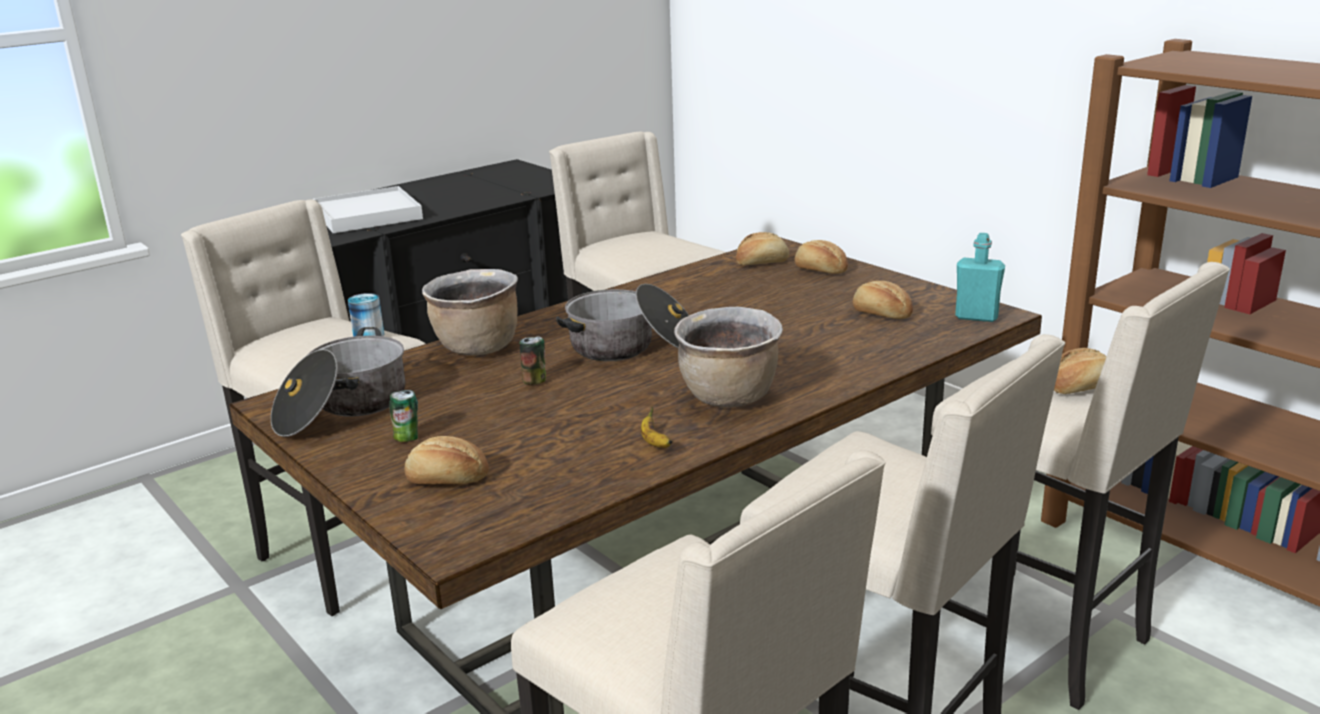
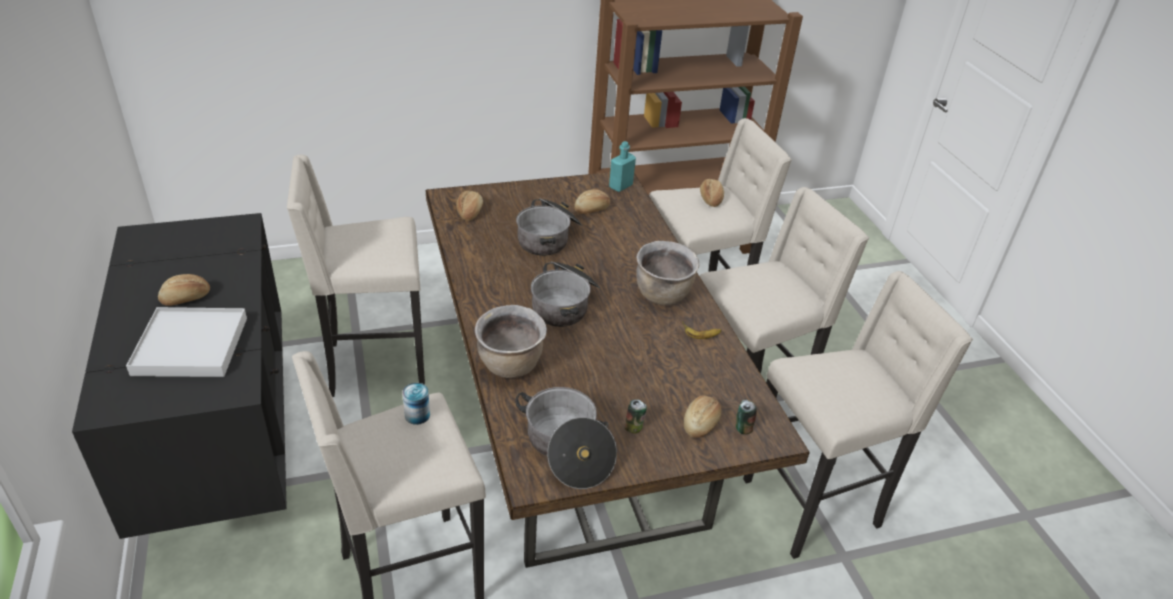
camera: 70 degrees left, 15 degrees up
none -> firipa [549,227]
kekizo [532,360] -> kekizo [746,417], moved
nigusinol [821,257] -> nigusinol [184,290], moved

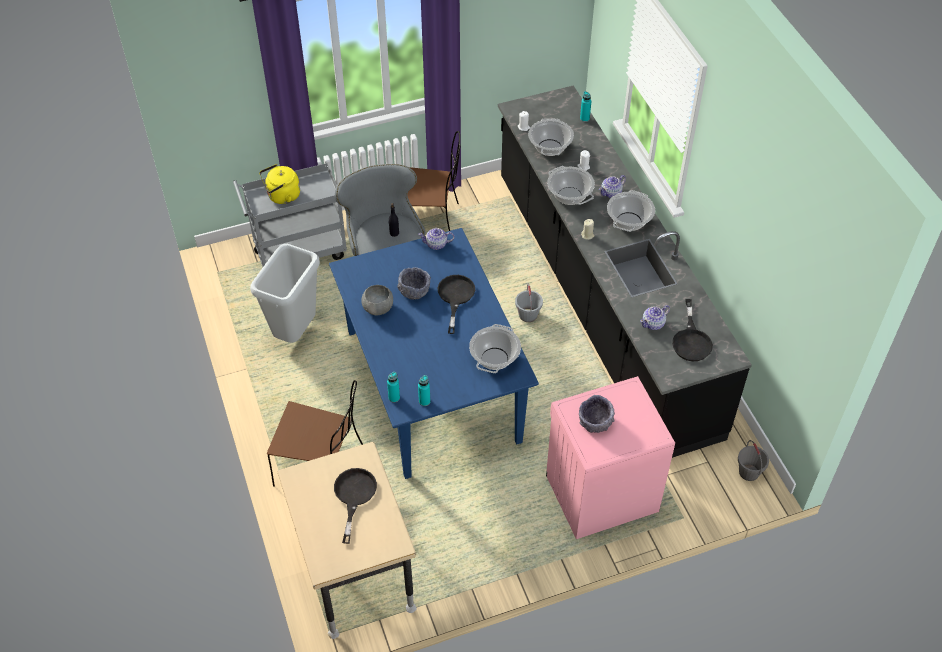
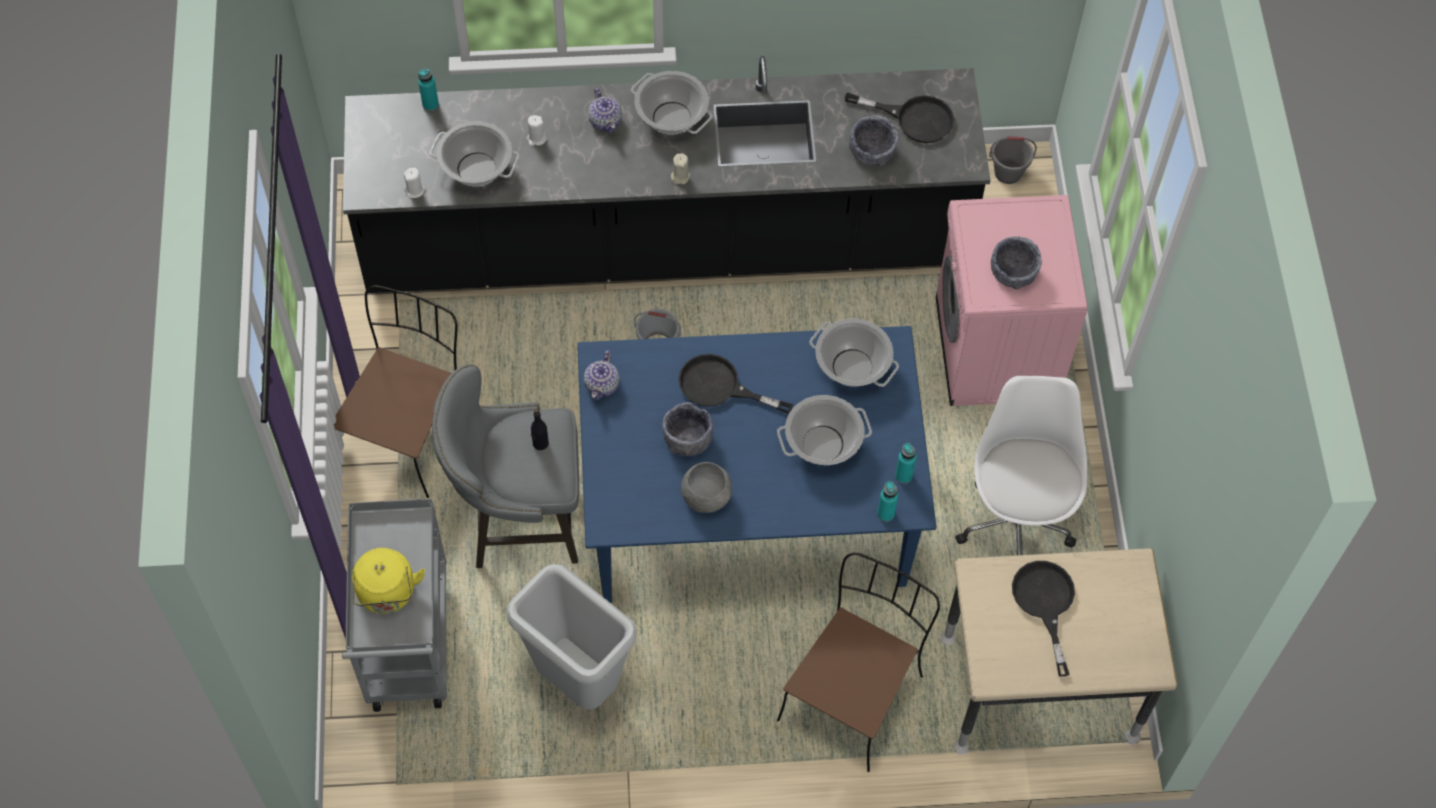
camera: 75 degrees left, 10 degrees up
none -> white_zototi [1021,465]
firipa [571,185] -> firipa [824,430], moved
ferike [655,317] -> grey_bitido [873,140]
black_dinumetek [355,506] -> black_dinumetek [1043,619], 60 degrees clockwise

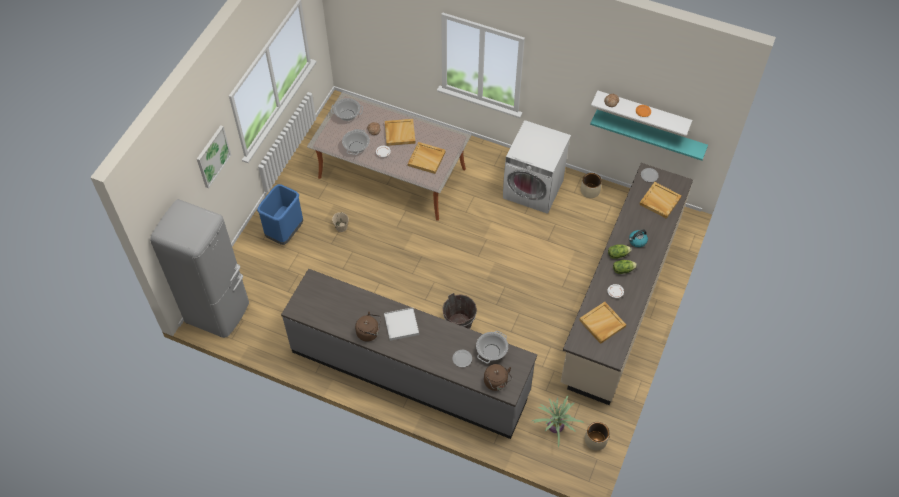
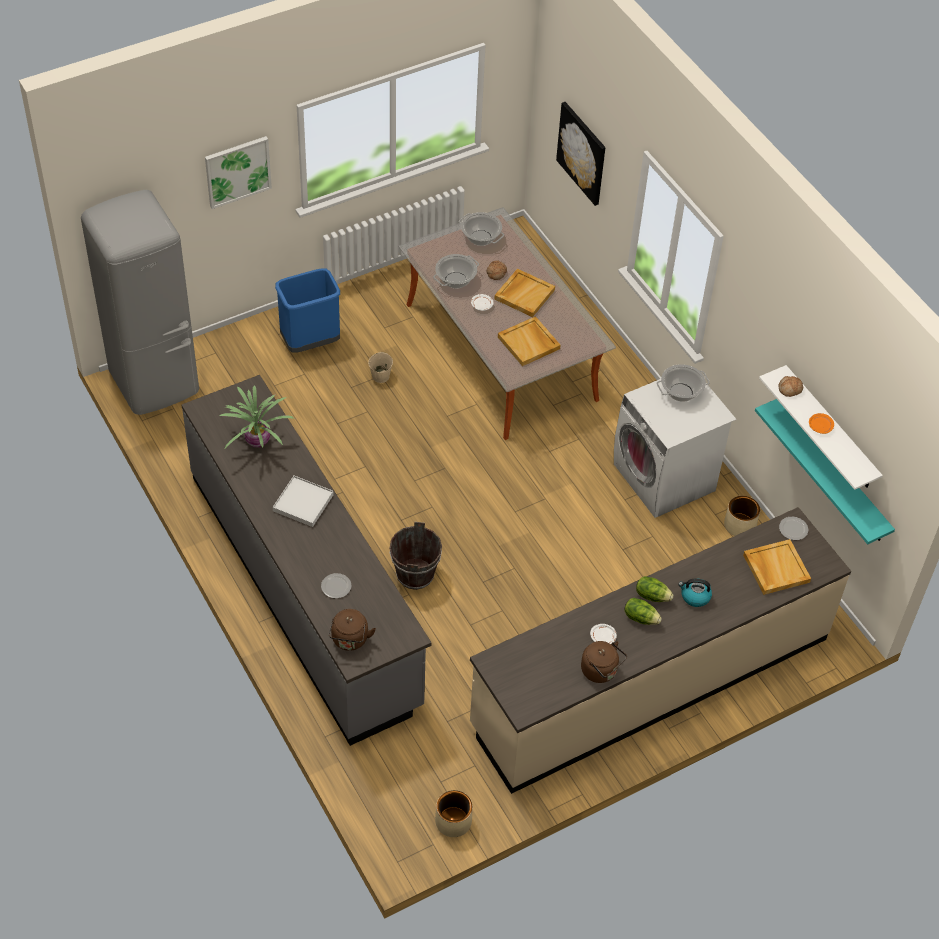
camera: 35 degrees right, 5 degrees down
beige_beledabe [602,323] -> none
none -> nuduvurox [580,154]
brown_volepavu [368,326] -> brown_volepavu [604,662], moved
firipa [492,347] -> firipa [683,383], moved
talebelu [558,421] -> talebelu [257,417], moved

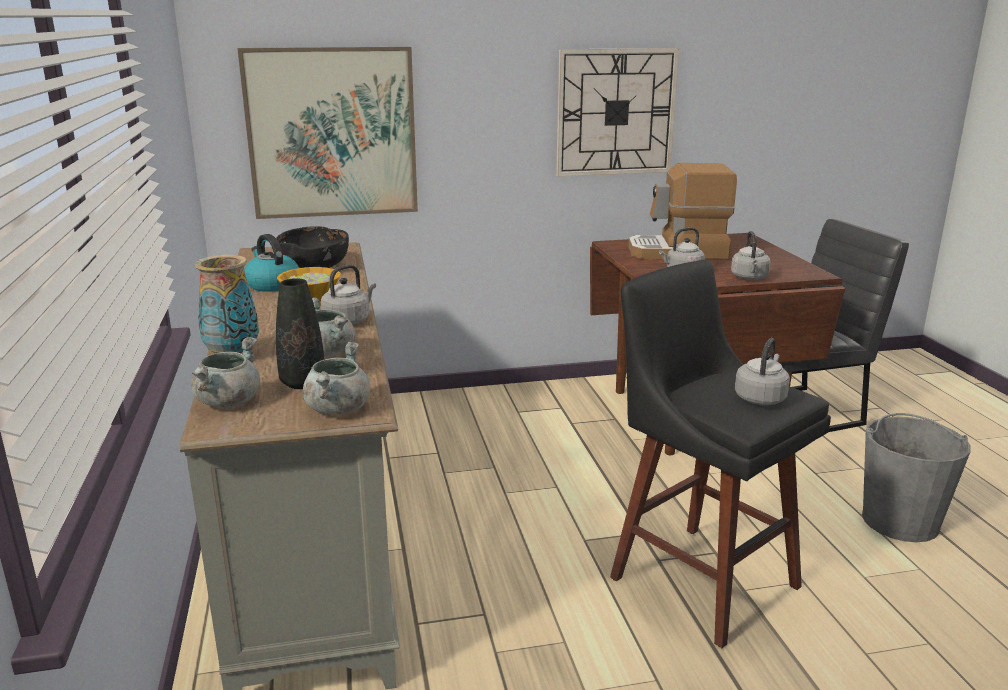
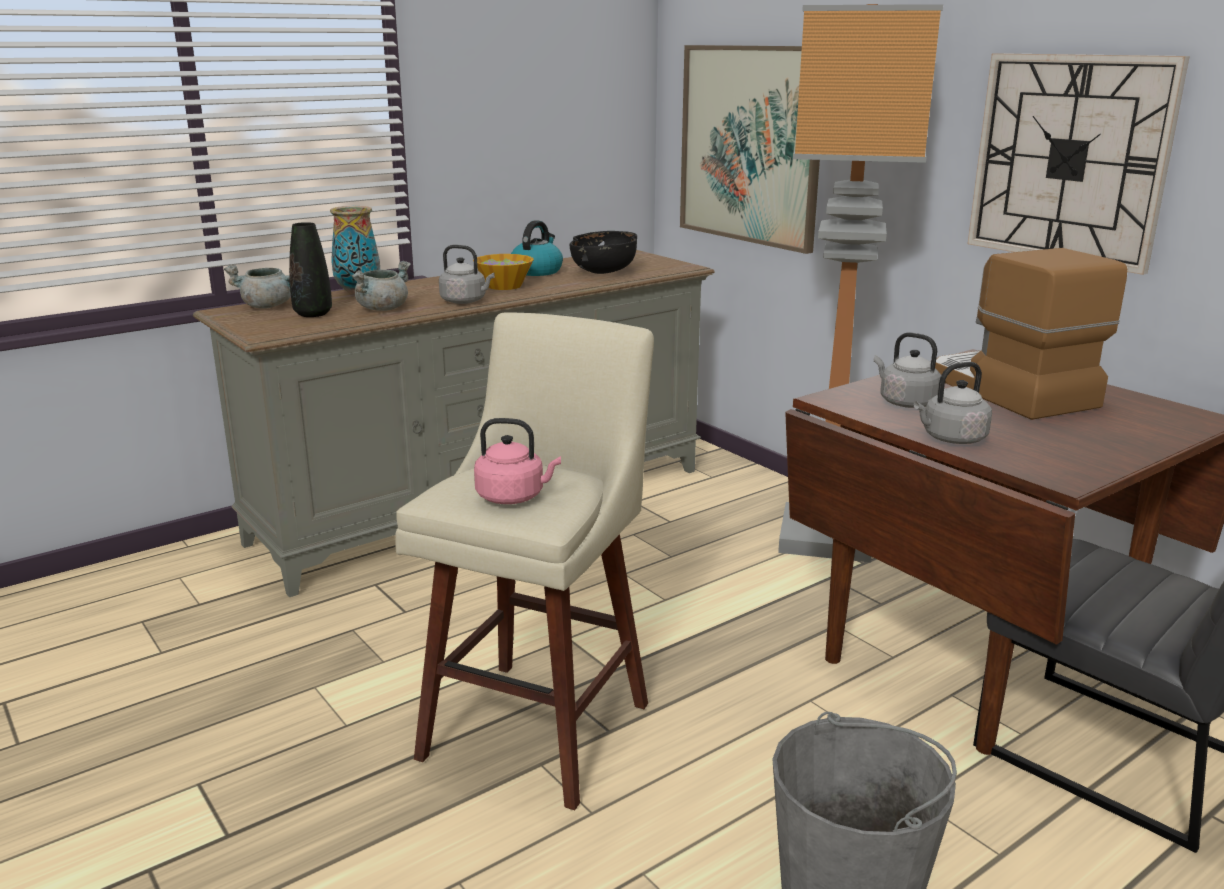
camera: 65 degrees right, 0 degrees up
grey_firipa [337,378] -> none
none -> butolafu [860,283]
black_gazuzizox [720,454] -> beige_gazuzizox [524,561]
grey_volepavu [762,371] -> pink_volepavu [517,461]

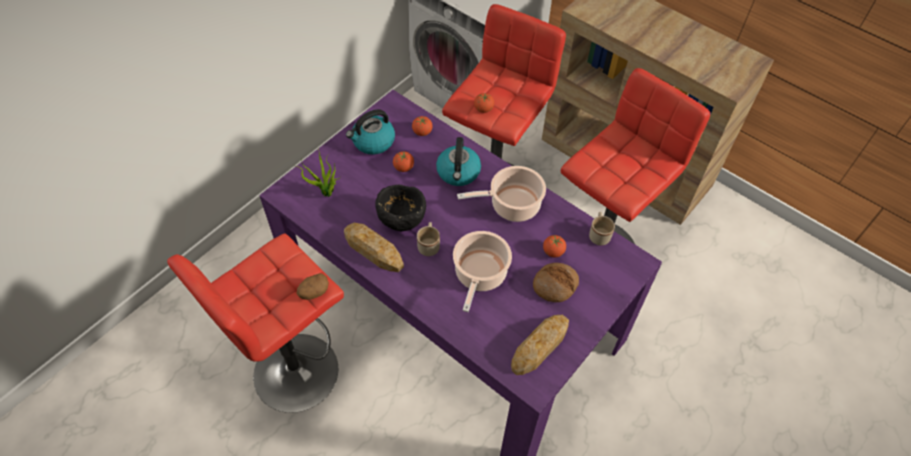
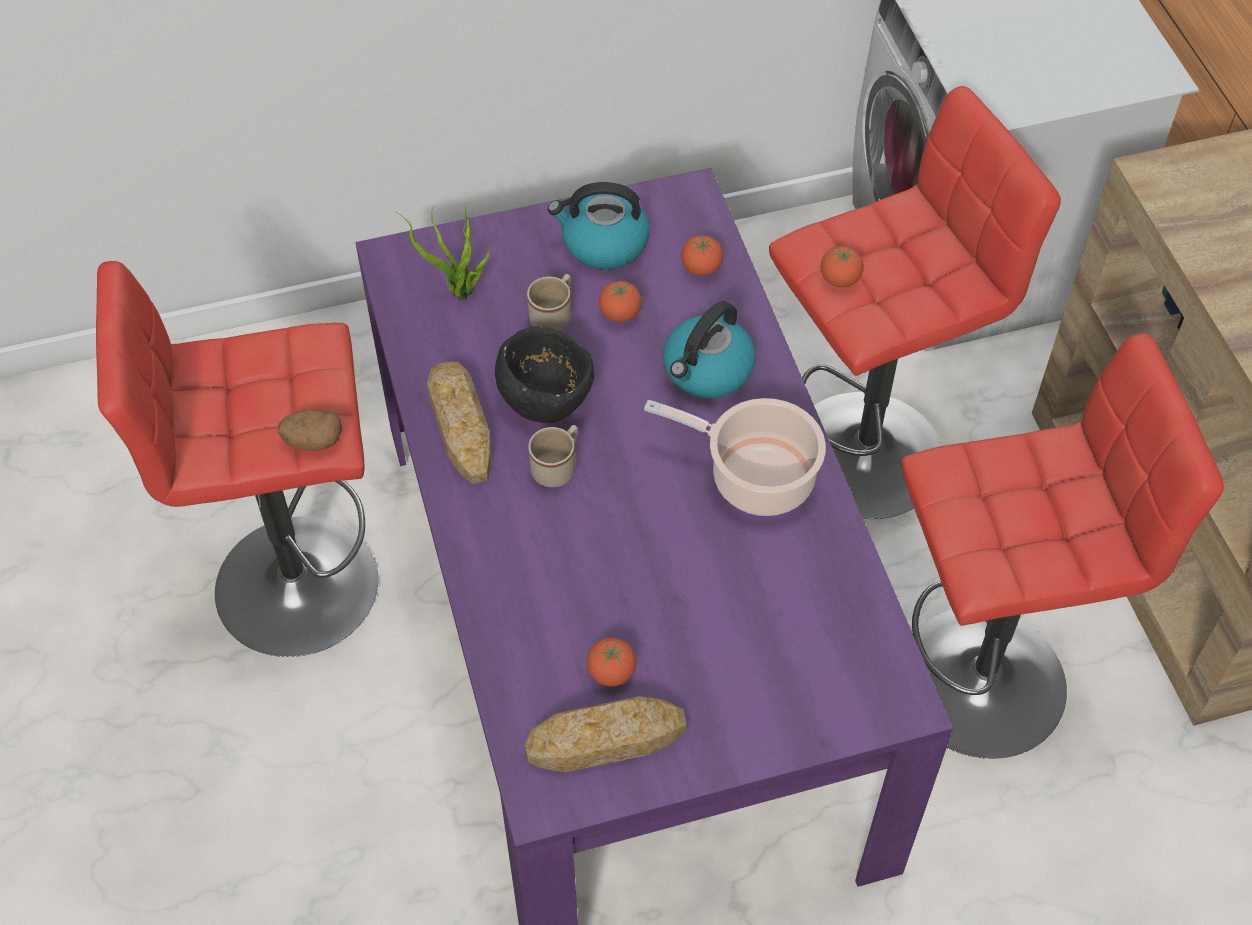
camera: 35 degrees right, 0 degrees up
firipa [482,271] -> none
nigusinol [556,282] -> none
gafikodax [554,246] -> gafikodax [611,662], moved
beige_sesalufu [602,228] -> beige_sesalufu [549,302], moved

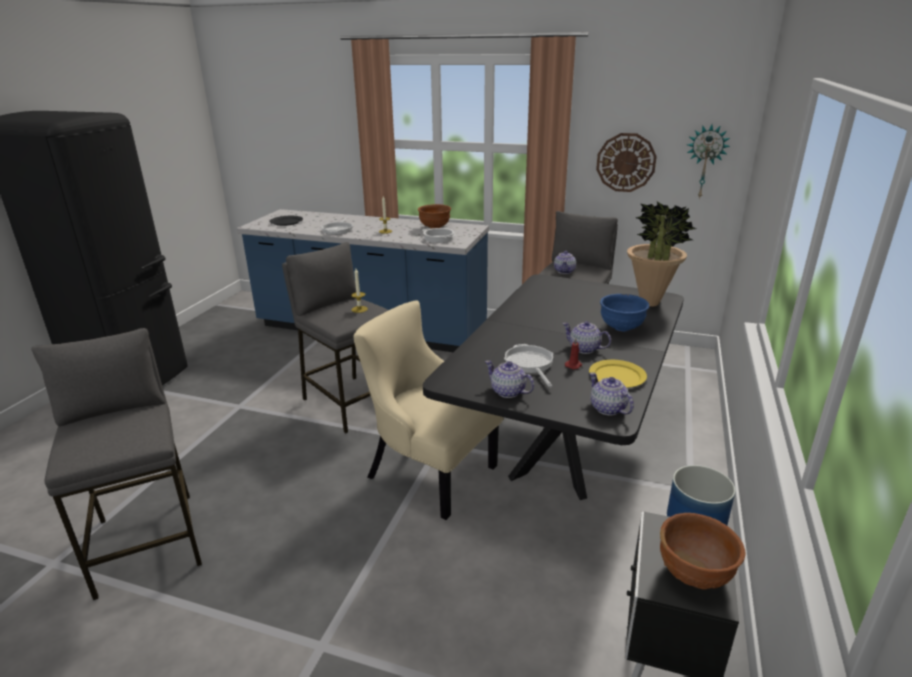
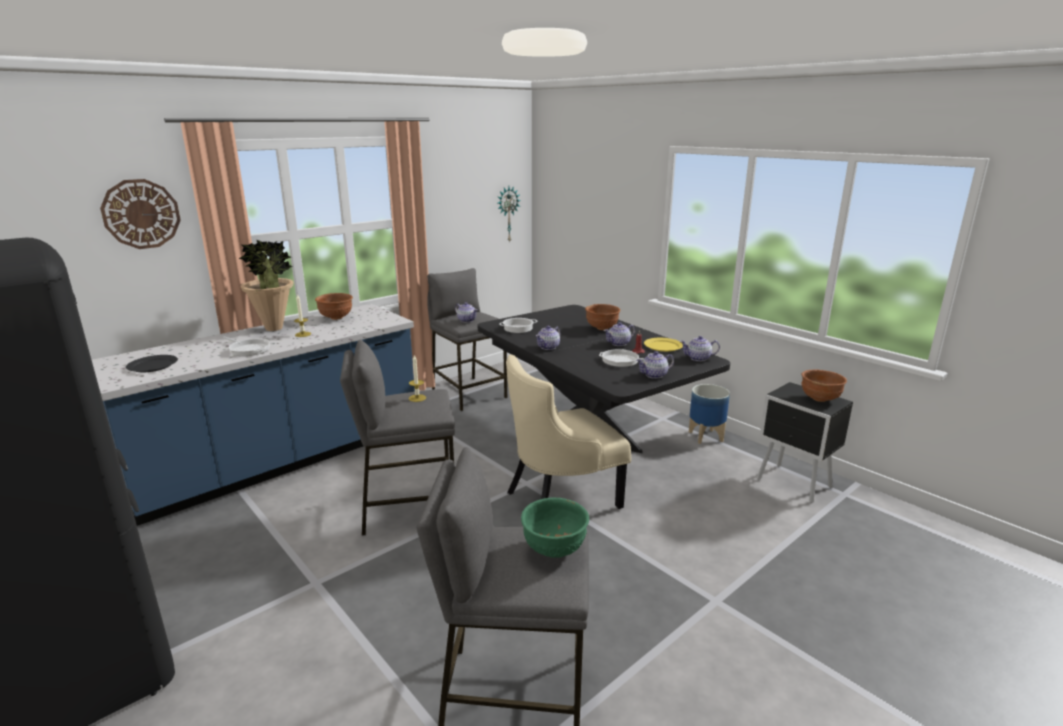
camera: 60 degrees left, 5 degrees down
none -> green_bitido [555,527]
none -> ferike [548,338]
firipa [439,235] -> firipa [518,325], moved
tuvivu [626,162] -> tuvivu [140,214], moved
talebelu [661,253] -> talebelu [266,285], moved
blue_bitido [624,313] -> brown_bitido [602,317]

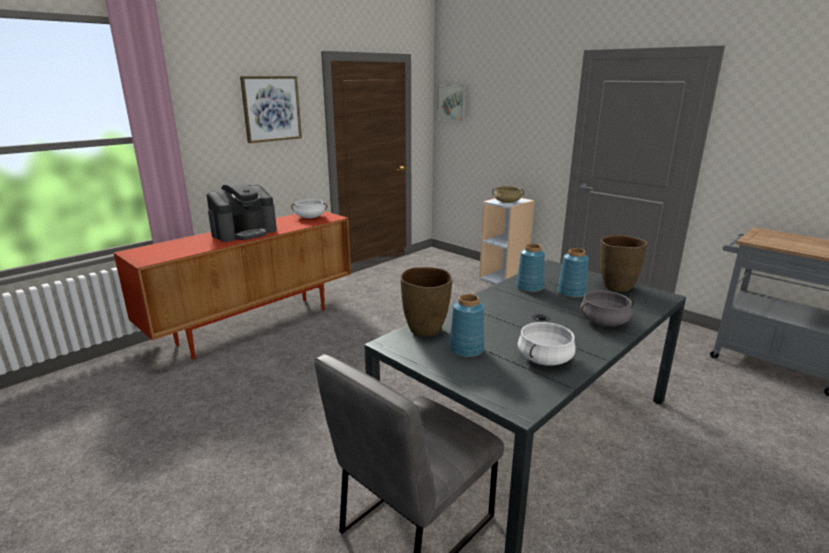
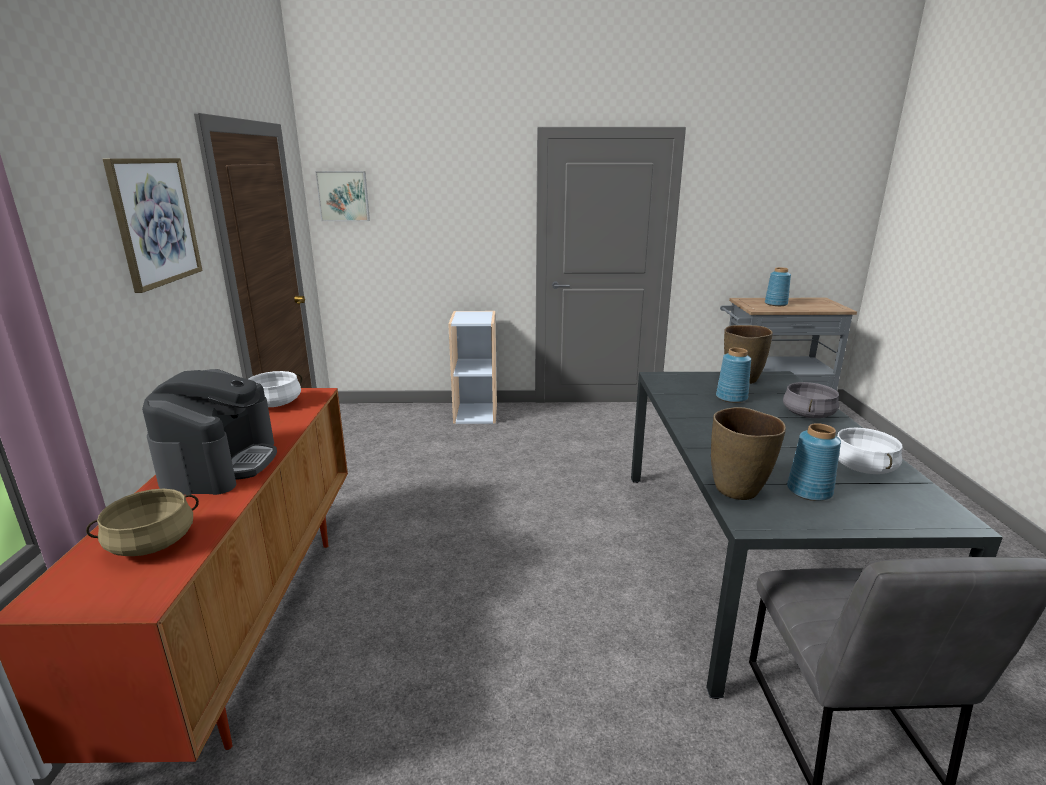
camera: 45 degrees left, 0 degrees up
beige_firipa [508,194] -> beige_firipa [142,522], moved
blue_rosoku [530,268] -> blue_rosoku [778,286], moved

